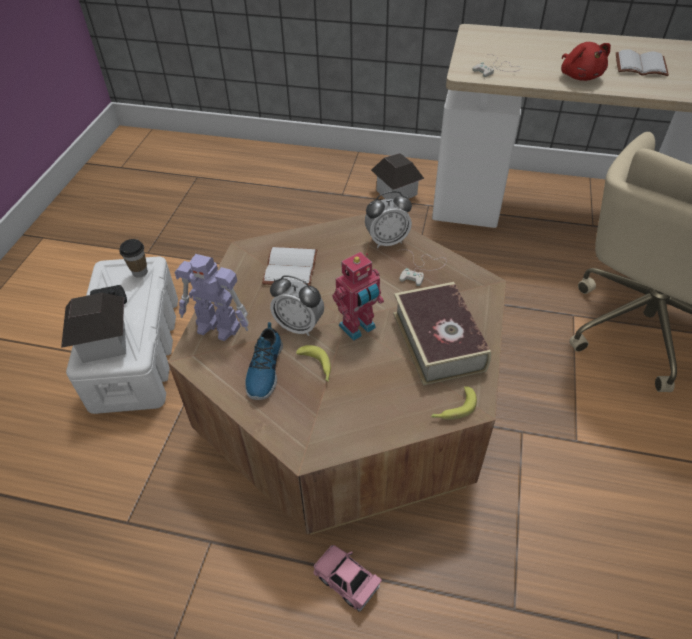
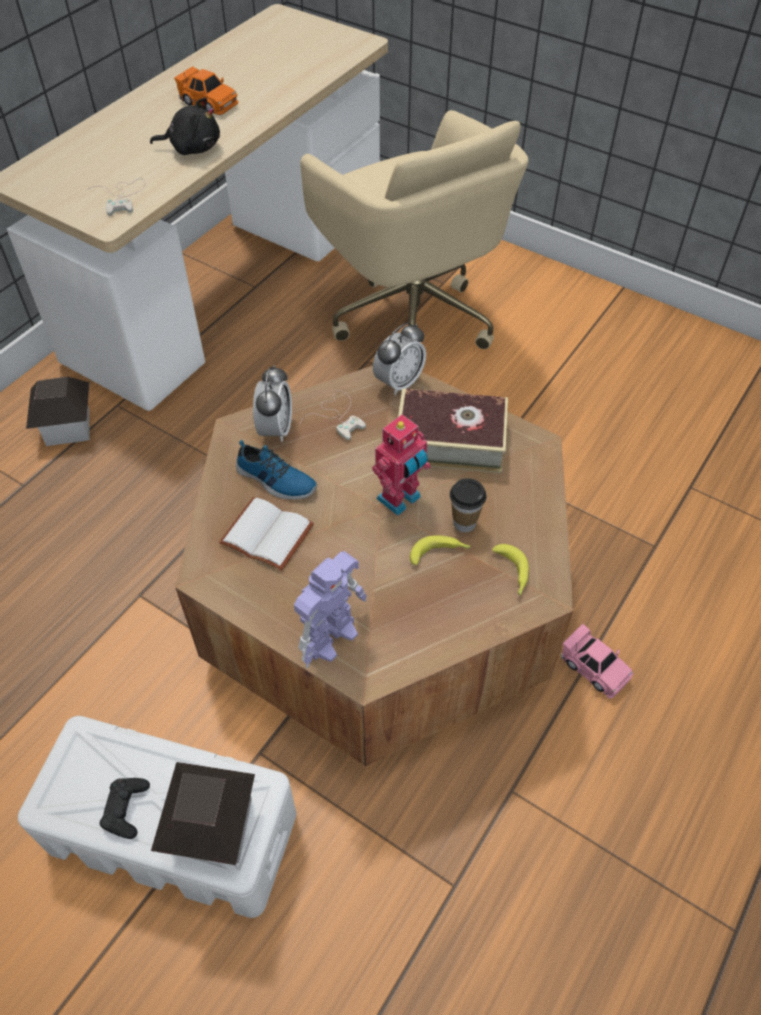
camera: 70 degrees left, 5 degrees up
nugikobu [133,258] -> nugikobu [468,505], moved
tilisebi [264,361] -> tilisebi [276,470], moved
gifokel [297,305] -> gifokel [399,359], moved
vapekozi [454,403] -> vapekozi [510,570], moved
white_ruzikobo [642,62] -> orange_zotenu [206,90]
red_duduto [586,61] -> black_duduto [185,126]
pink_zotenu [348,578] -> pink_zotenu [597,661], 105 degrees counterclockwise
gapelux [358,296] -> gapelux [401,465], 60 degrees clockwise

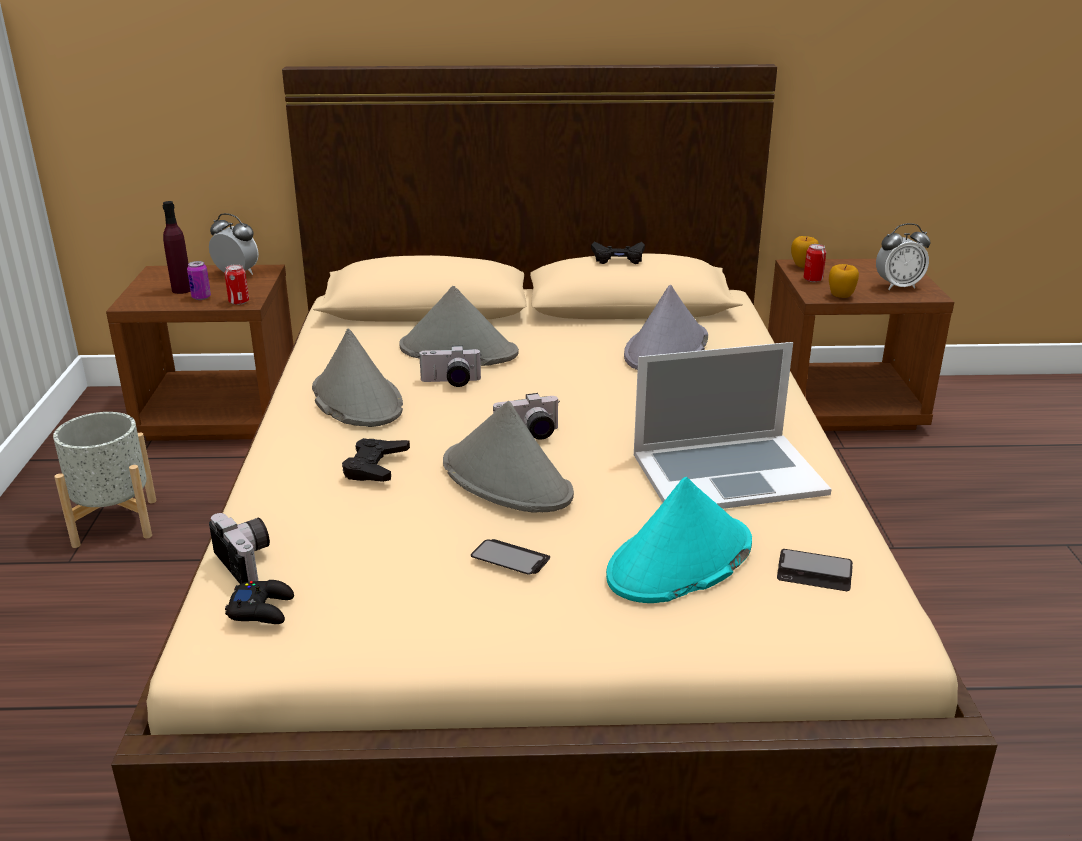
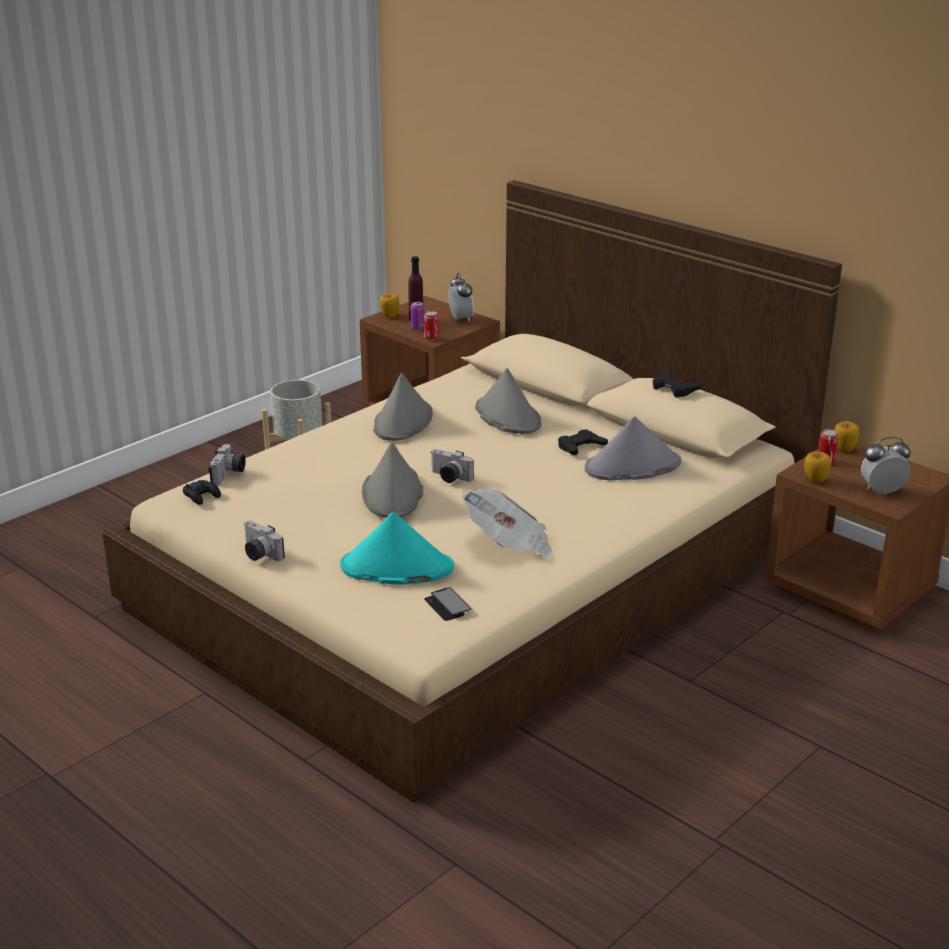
camera: 45 degrees right, 0 degrees up
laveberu [510,557] -> none
none -> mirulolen [390,305]
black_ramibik [376,460] -> black_ramibik [583,442], moved
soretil [449,366] -> soretil [264,541], moved
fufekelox [733,425] -> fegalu [508,523]
gifokel [903,256] -> gifokel [886,466], 135 degrees clockwise

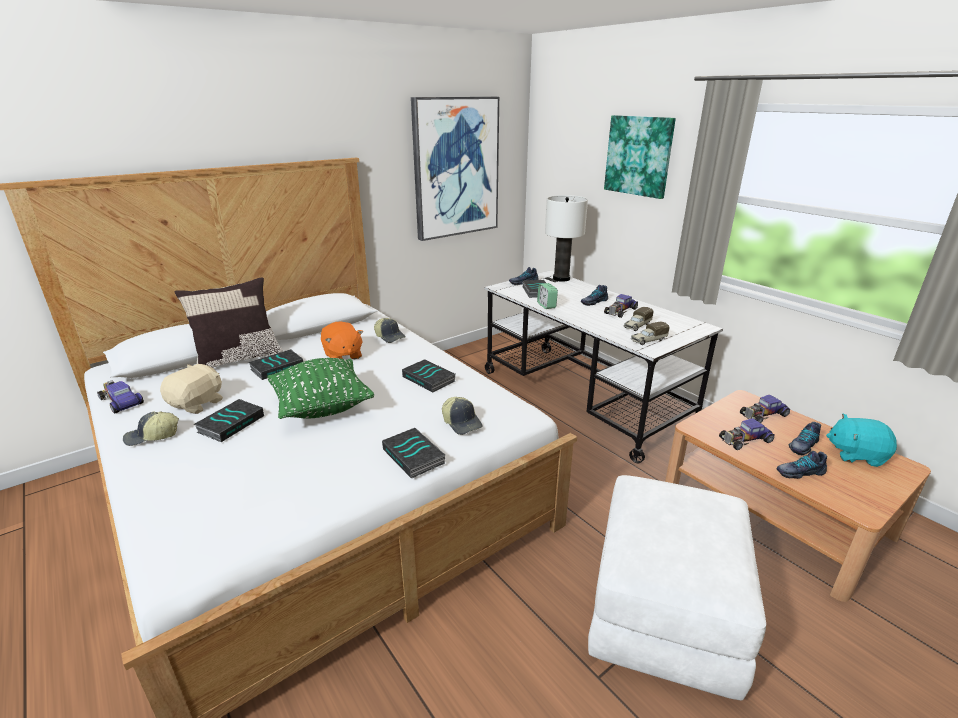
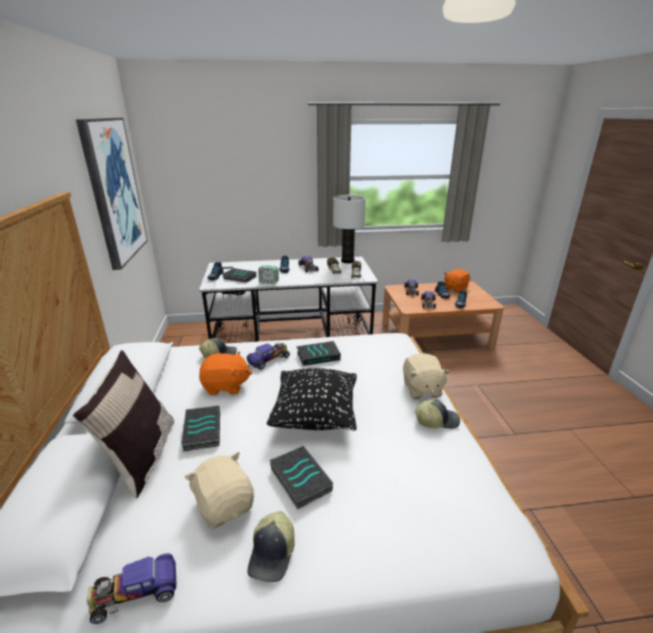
camera: 60 degrees left, 0 degrees up
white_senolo [677,588] -> none
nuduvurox [640,157] -> none
none -> zotenu [268,356]
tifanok [462,416] -> tifanok [437,414], moved
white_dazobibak [566,238] -> white_dazobibak [349,229], moved
ruzikobo [413,453] -> beige_duduto [426,376]
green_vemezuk [320,388] -> black_vemezuk [312,399]
turquoise_duduto [861,440] -> orange_duduto [457,281]

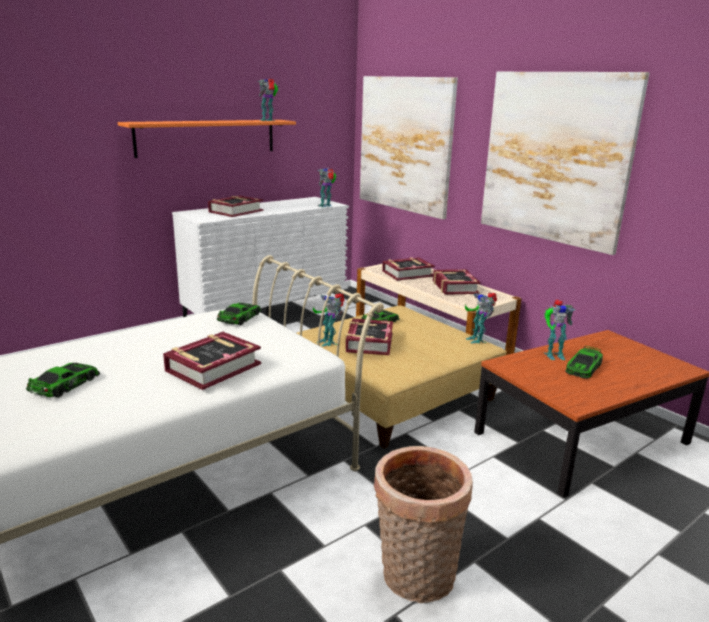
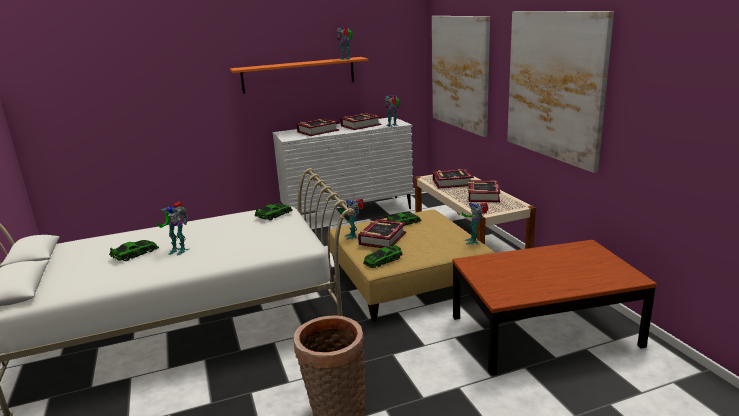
camera: 20 degrees right, 0 degrees up
ruzikobo [212,361] -> ruzikobo [361,121], moved
gapelux [559,329] -> gapelux [173,228], moved
zotenu [584,362] -> zotenu [383,256], moved

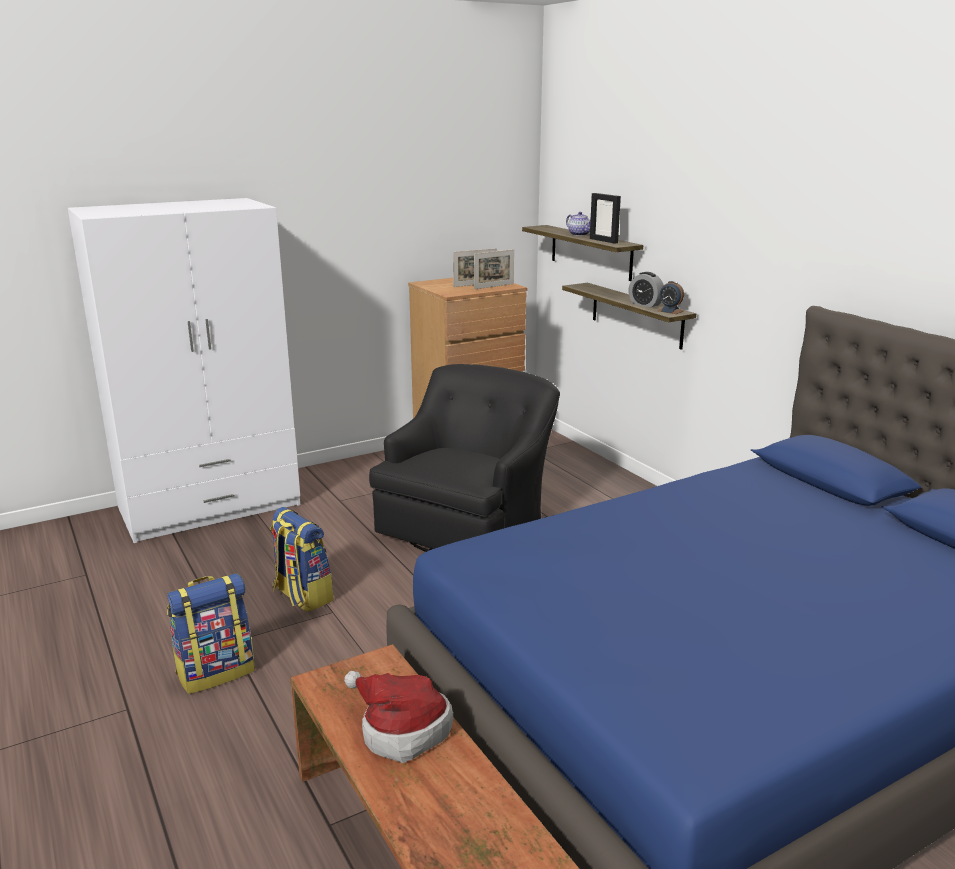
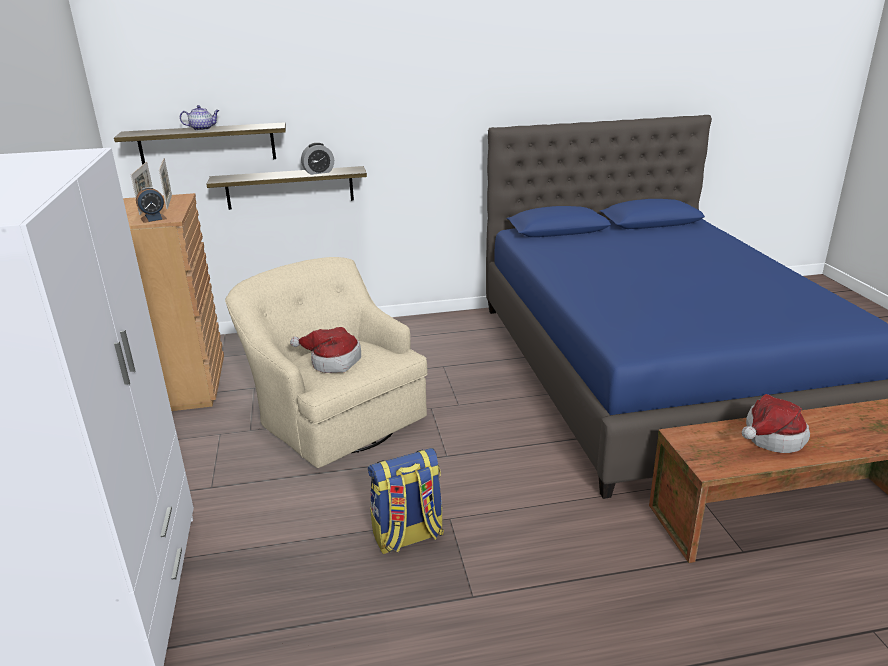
camera: 70 degrees left, 5 degrees up
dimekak [211,633] -> none
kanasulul [605,218] -> none
none -> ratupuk [325,350]
gifokel [671,297] -> gifokel [151,205], moved
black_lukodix [464,458] -> beige_lukodix [326,362]

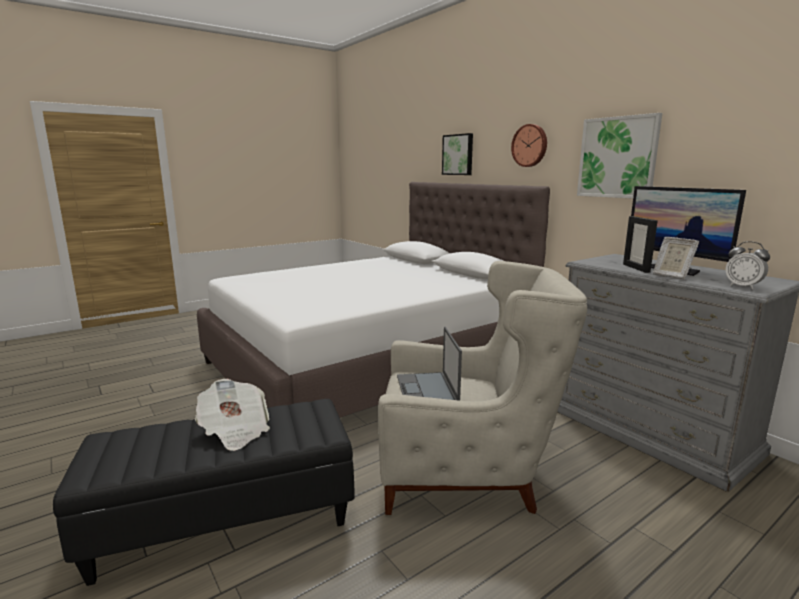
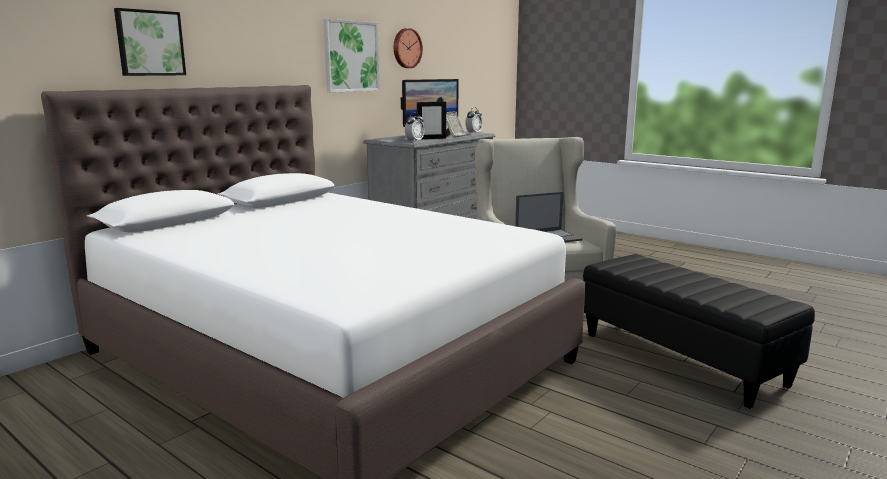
camera: 105 degrees left, 0 degrees up
fegalu [232,415] -> none
none -> gifokel [415,126]
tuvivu [529,145] -> tuvivu [408,48], moved

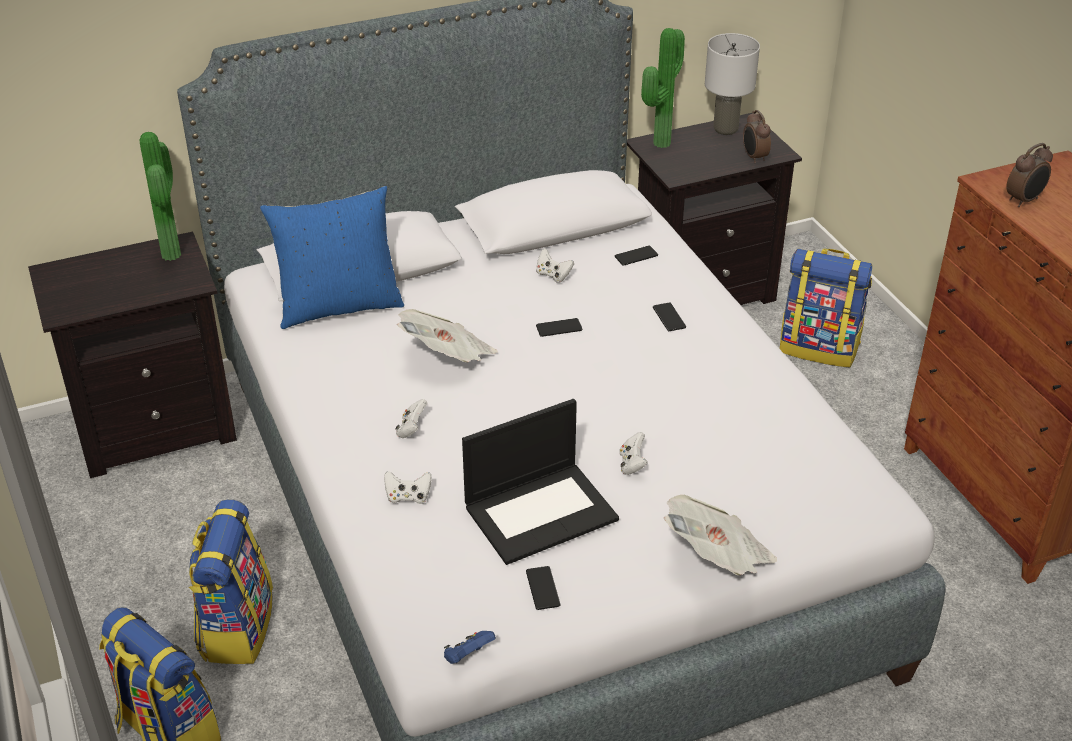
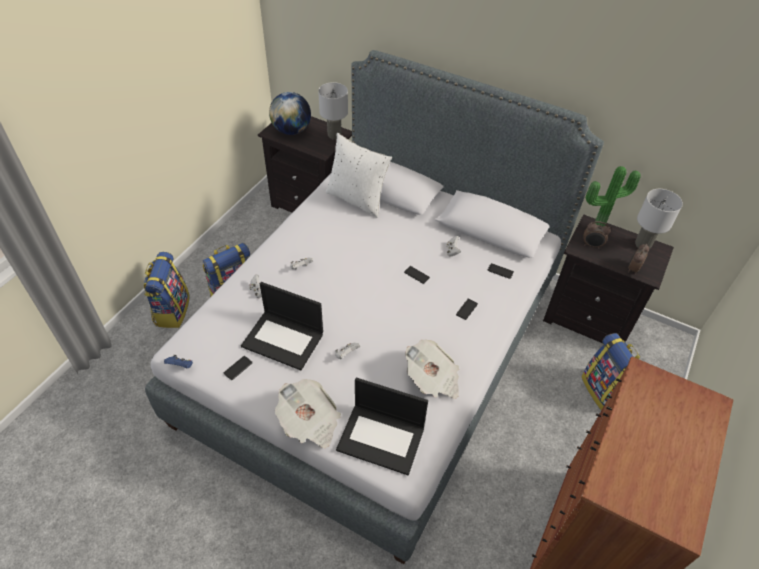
camera: 50 degrees right, 10 degrees up
none -> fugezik [290,113]
none -> fufekelox [382,426]
fegalu [447,336] -> fegalu [432,369], moved
gifokel [1029,175] -> gifokel [597,235], moved
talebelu [160,196] -> white_dazobibak [333,111]
blue_vemezuk [332,257] -> white_vemezuk [358,175]

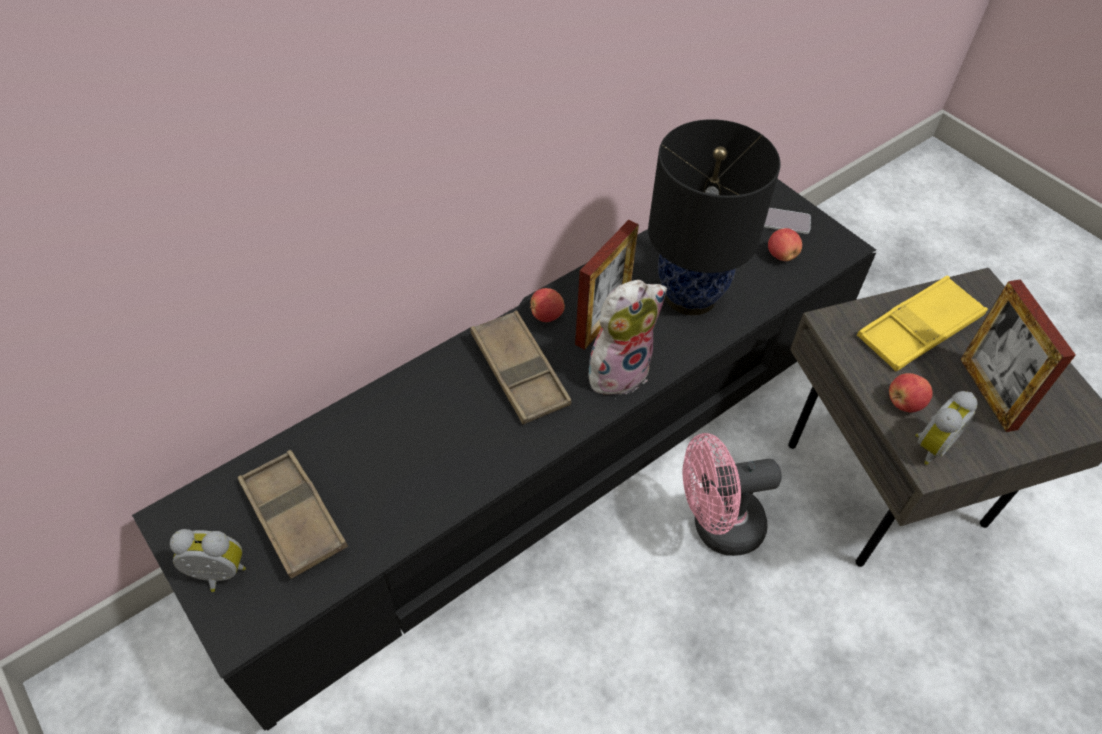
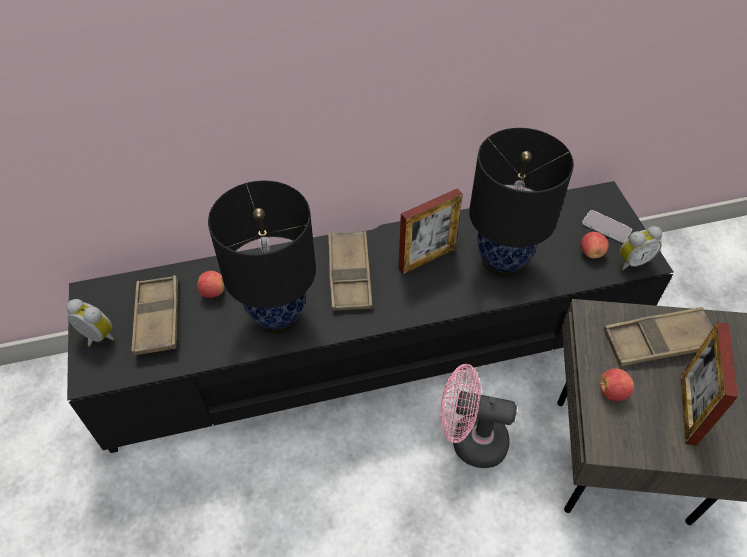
camera: 25 degrees right, 0 degrees up
duduto [628,337] -> none
none -> black_dazobibak [262,257]
mirulolen [547,305] -> mirulolen [210,284], moved
gifokel [946,428] -> gifokel [641,248], moved
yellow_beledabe [922,323] -> brown_beledabe [658,336]

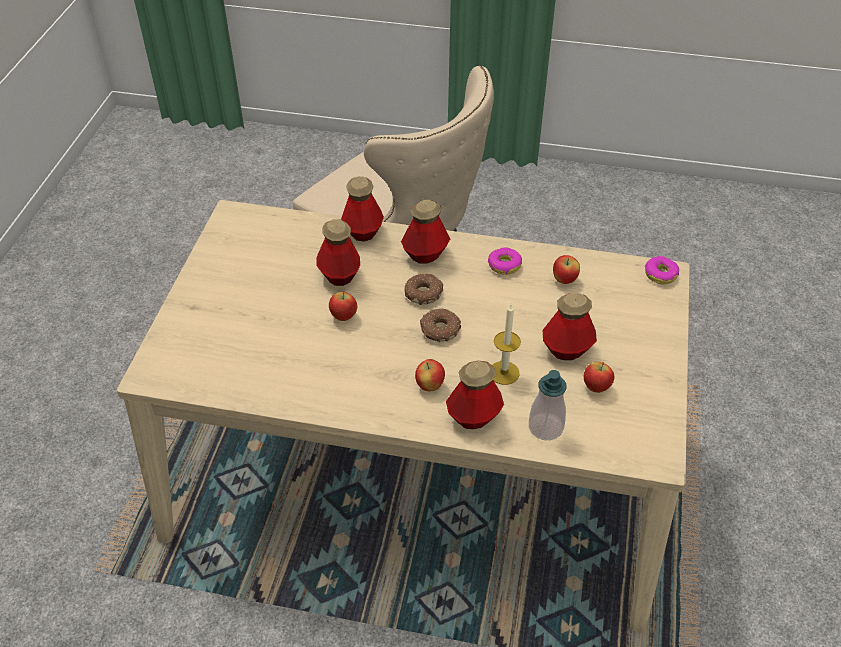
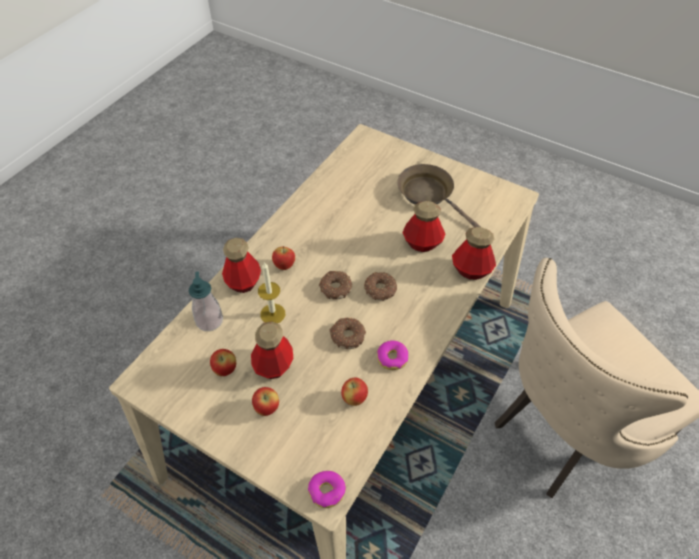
camera: 110 degrees right, 5 degrees up
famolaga [425,232] -> none
none -> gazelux [347,333]
none -> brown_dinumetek [439,195]
mirulolen [343,306] -> mirulolen [265,401], moved

